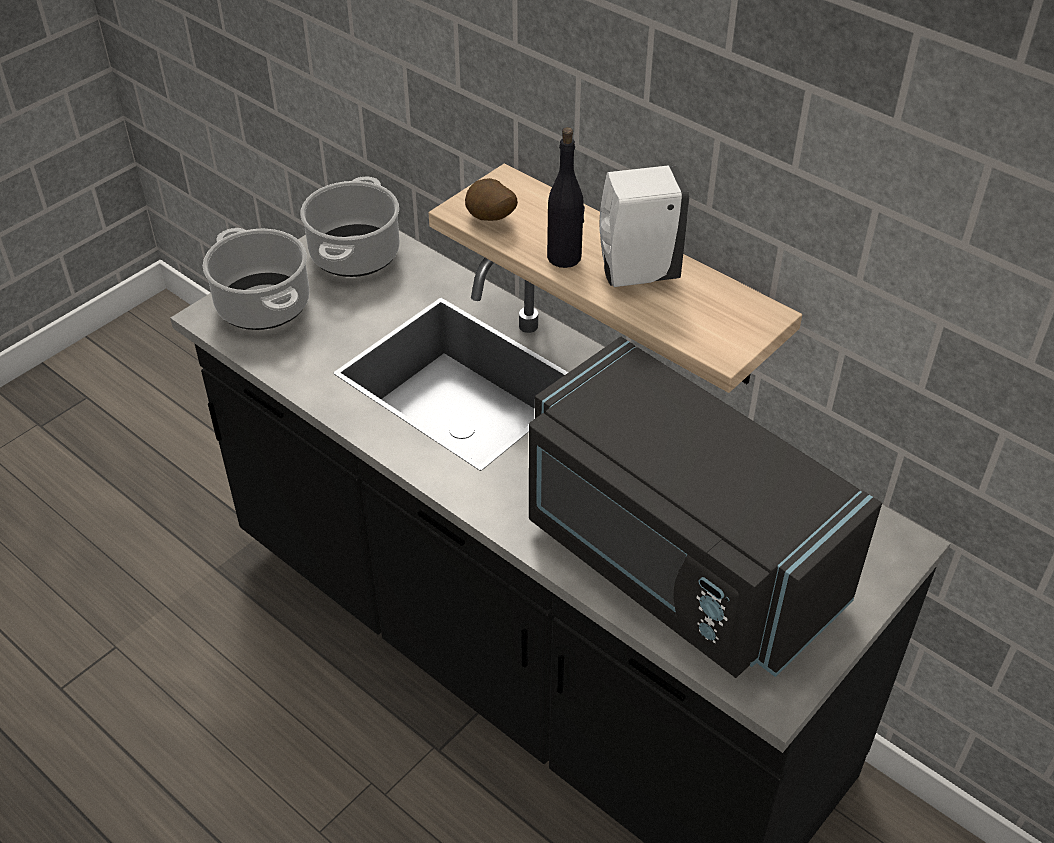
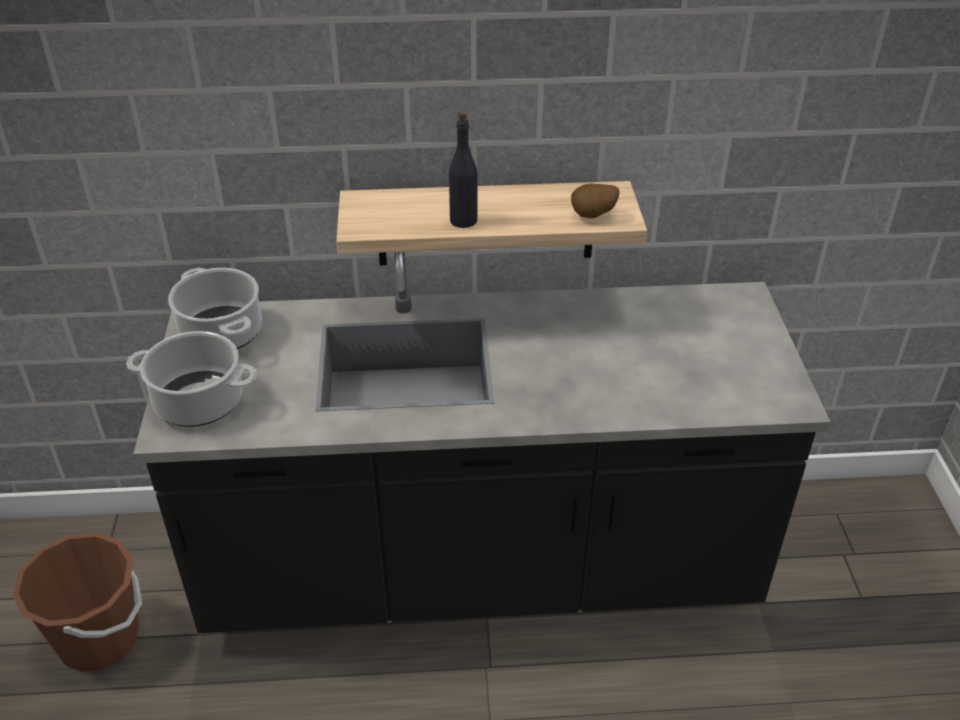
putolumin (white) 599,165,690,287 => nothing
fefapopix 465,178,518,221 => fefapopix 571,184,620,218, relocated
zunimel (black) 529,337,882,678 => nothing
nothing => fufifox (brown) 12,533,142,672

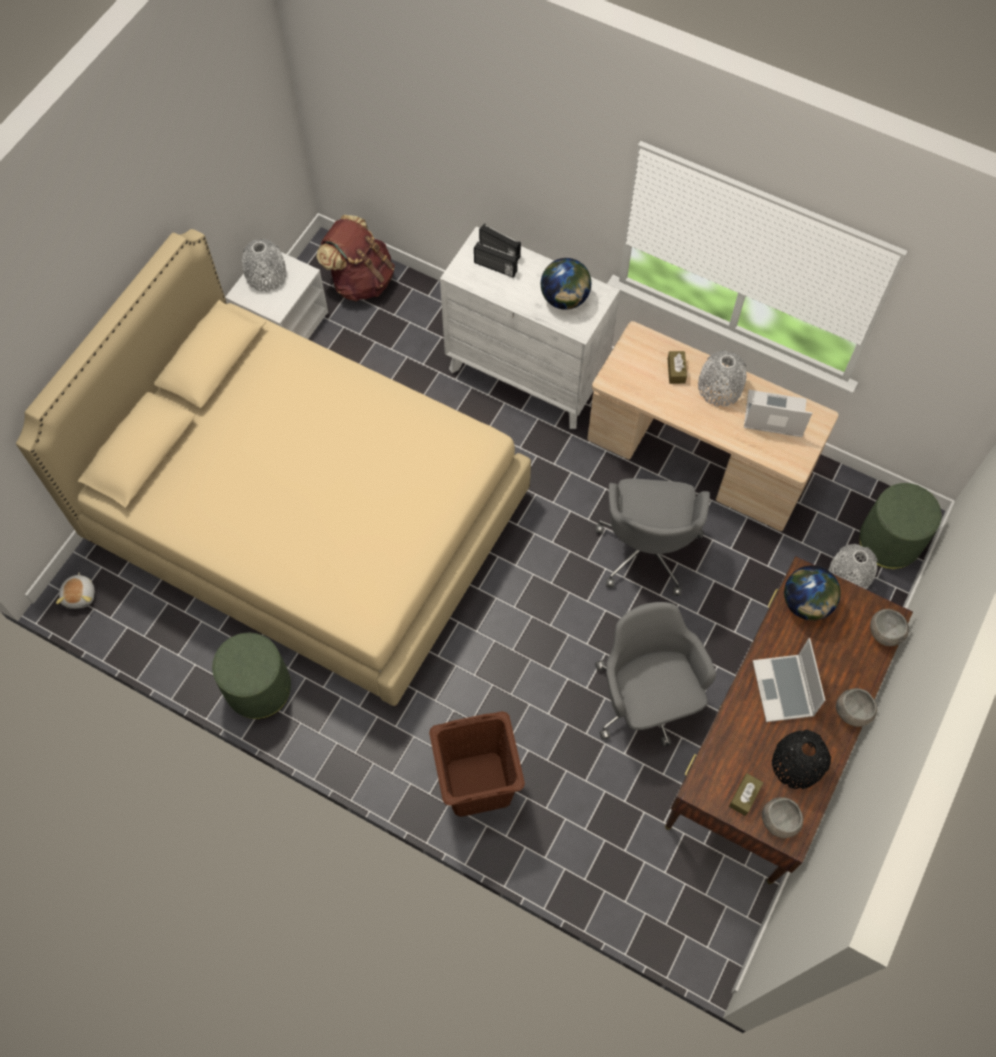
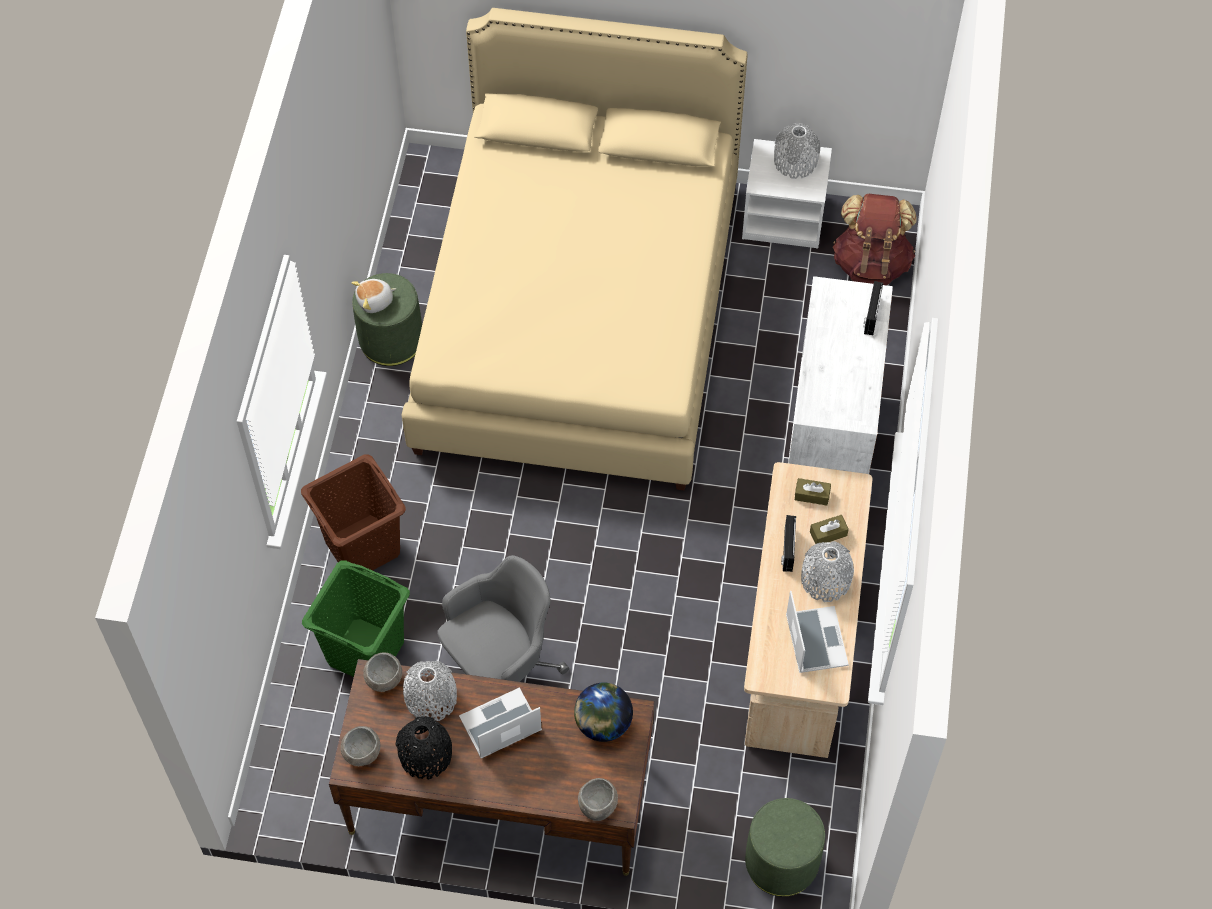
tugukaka 474,242,518,278 => tugukaka 781,515,796,572, relocated
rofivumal 541,258,591,310 => nothing
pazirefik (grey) 596,478,710,596 => nothing
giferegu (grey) 828,544,878,589 => giferegu (grey) 403,661,457,721, relocated
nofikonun 56,572,95,609 => nofikonun 351,279,396,313, relocated
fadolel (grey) 836,688,877,727 => fadolel (grey) 363,652,402,692, relocated
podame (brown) 729,773,763,816 => podame (brown) 795,478,831,505, relocated
nothing => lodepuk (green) 302,560,410,677

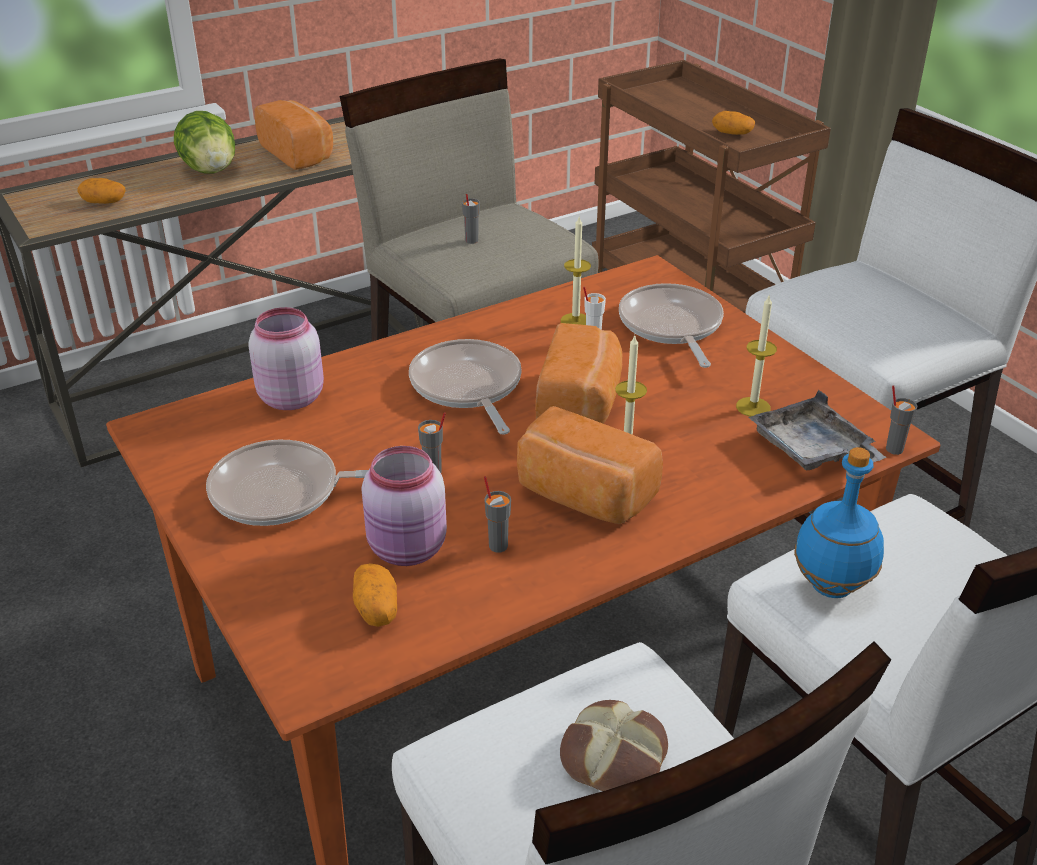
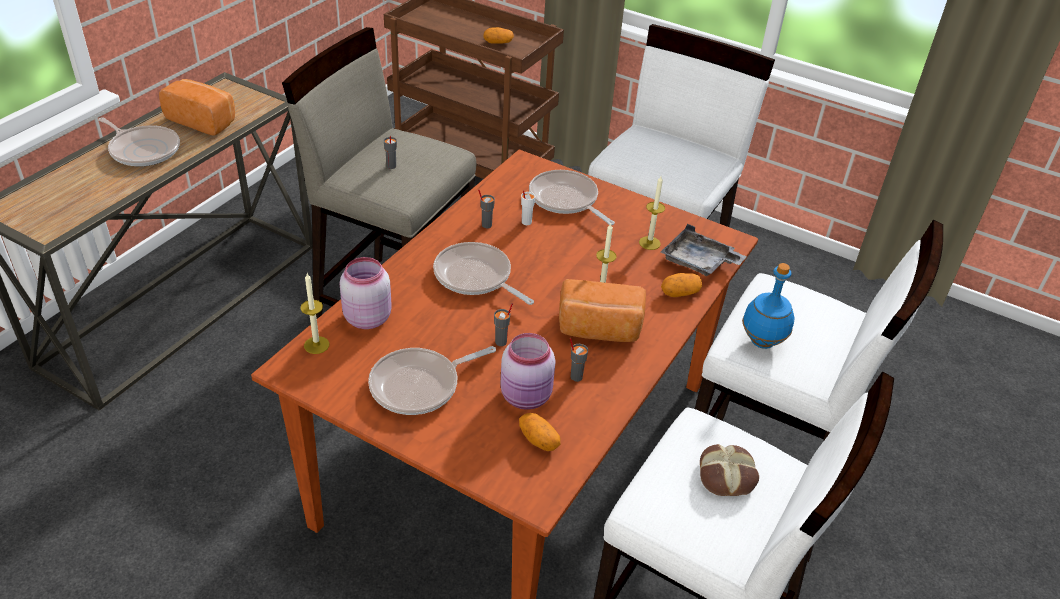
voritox 174,111,235,173 => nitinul 98,117,180,166
fefapopix 77,178,126,204 => fefapopix 661,273,702,297, relocated
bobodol 560,215,591,325 => bobodol 300,273,329,354, relocated
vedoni 535,323,622,424 => nothing
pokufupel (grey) 886,385,917,455 => pokufupel (grey) 478,189,495,229, relocated

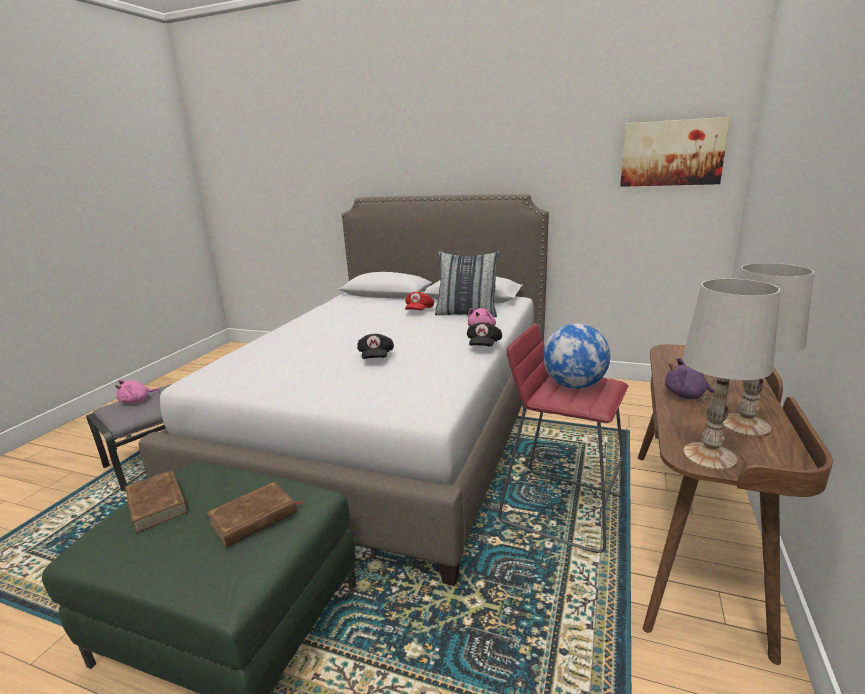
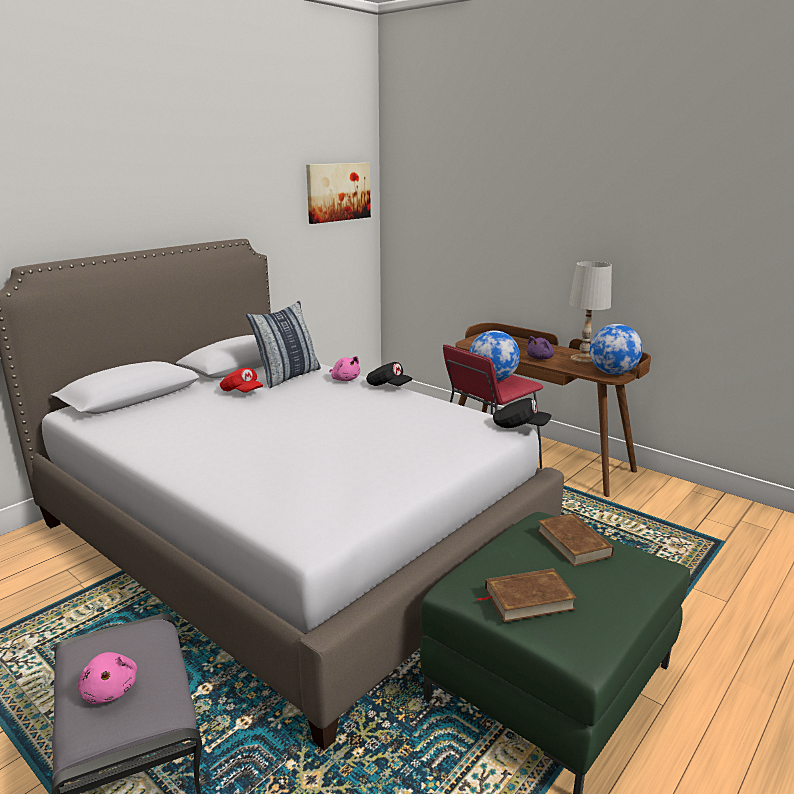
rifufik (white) 682,278,780,471 => rofivumal 590,324,643,375
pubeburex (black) 357,334,394,359 => pubeburex (black) 493,398,552,428, relocated

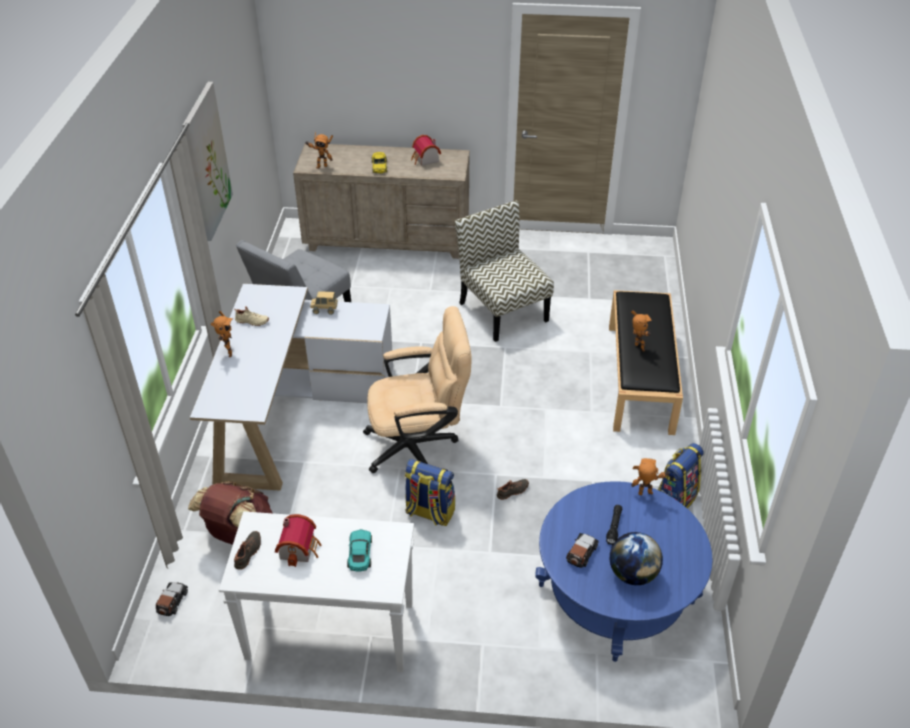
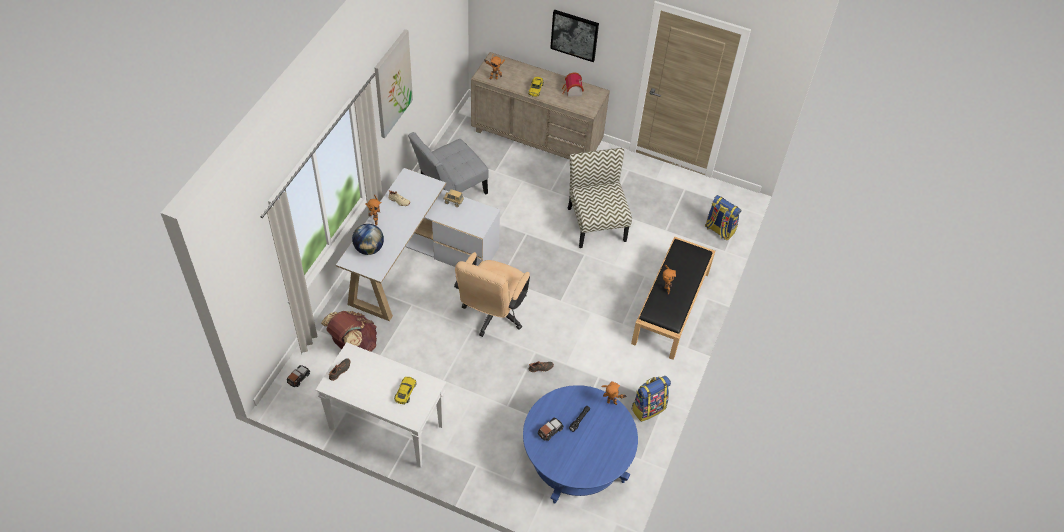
pazirefik (beige) 363,306,472,473 => pazirefik (beige) 454,252,530,337, 105 degrees clockwise
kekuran 405,459,455,526 => kekuran 705,195,741,241, relocated
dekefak 275,514,322,567 => nothing
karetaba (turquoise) 347,529,372,571 => karetaba (yellow) 394,377,417,405
rofivumal 610,532,663,585 => rofivumal 352,224,384,255, relocated
nothing => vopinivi 550,10,599,62

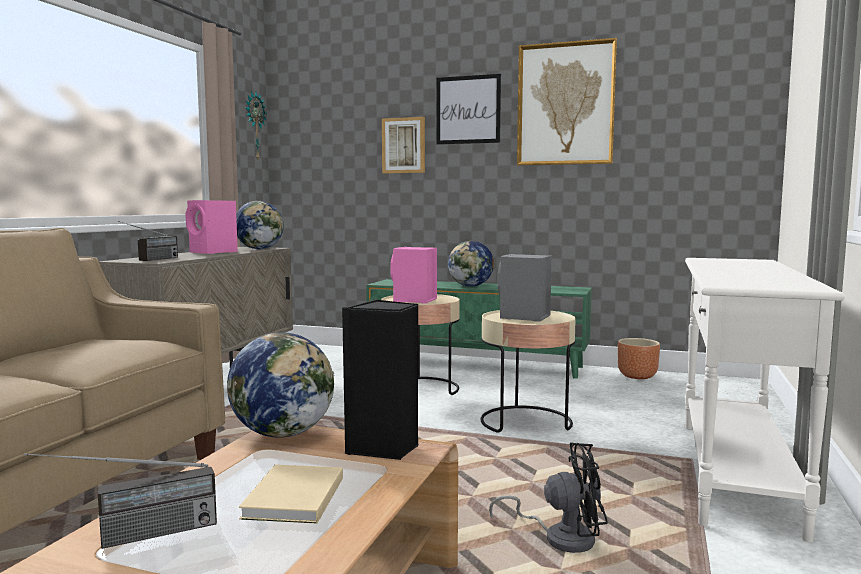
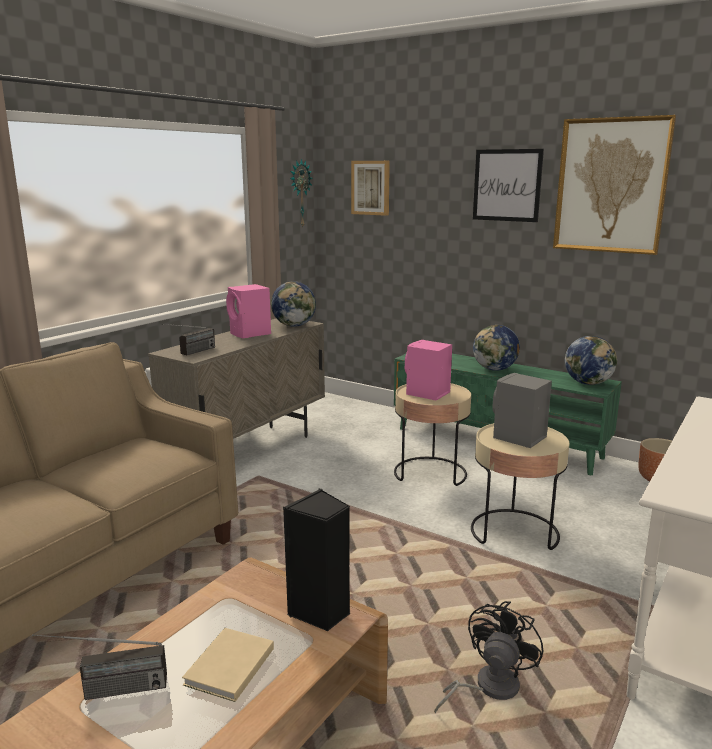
vopinivi 382,117,425,173 => vopinivi 351,161,390,216, relocated
rofivumal 227,332,334,438 => rofivumal 565,336,617,385, relocated
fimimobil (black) 489,442,608,553 => fimimobil (black) 434,601,543,713, 75 degrees counterclockwise

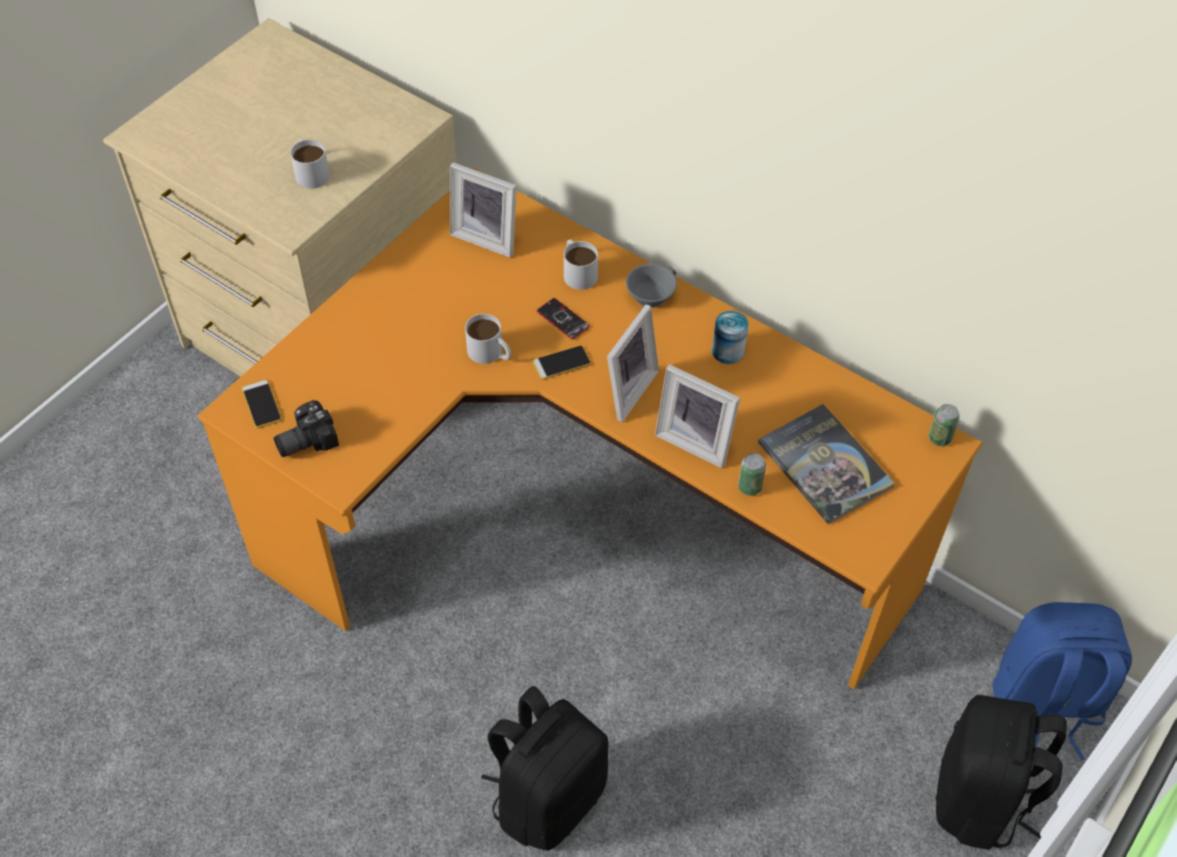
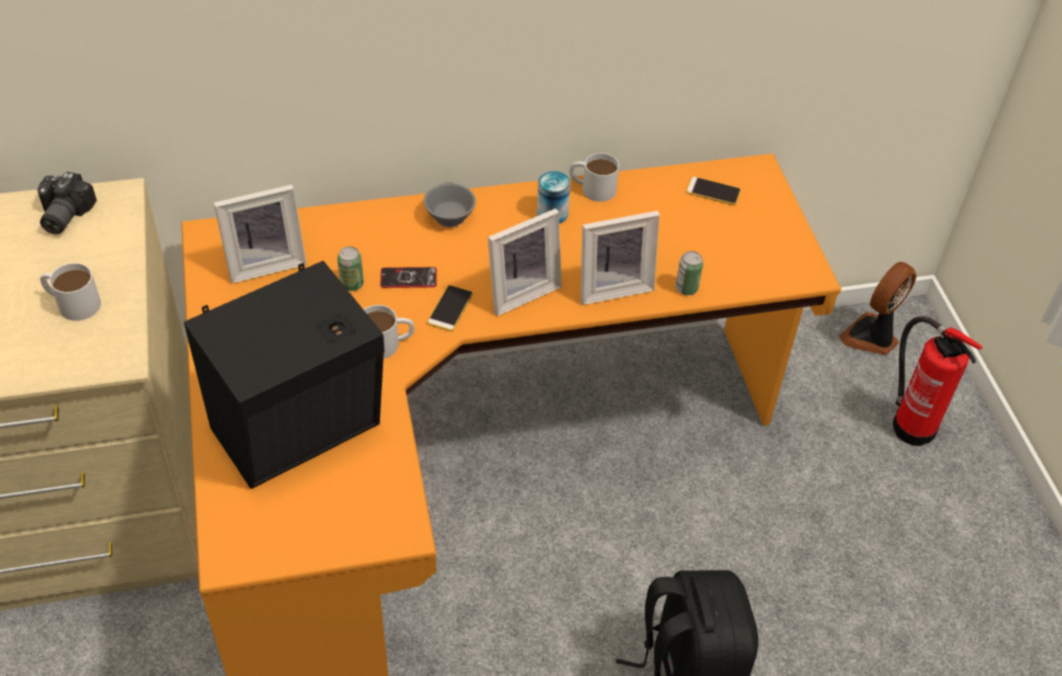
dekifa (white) 564,239,598,290 => dekifa (white) 570,153,619,202, relocated
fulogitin 607,304,659,422 => fulogitin 488,208,562,316, 75 degrees clockwise
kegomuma 242,380,282,428 => kegomuma 686,177,741,205, relocated
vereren 274,400,339,457 => vereren 37,172,97,235, relocated
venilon 758,404,895,524 => nothing
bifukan 929,404,960,446 => bifukan 337,246,364,291, relocated
kekuran (blue) 992,602,1132,760 => fimimobil 839,262,916,355
kekuran (black) 936,695,1067,850 => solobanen 893,316,983,446
nothing => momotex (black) 184,261,385,489

